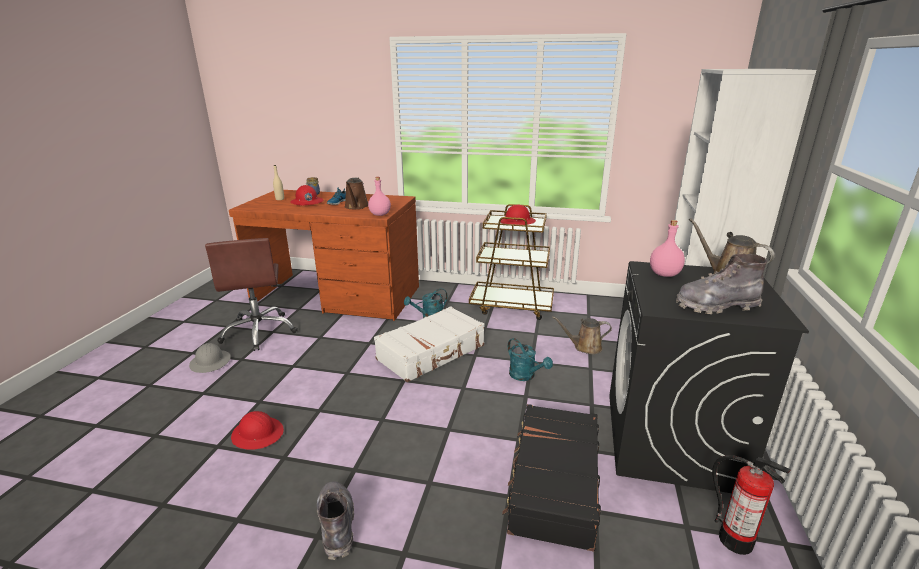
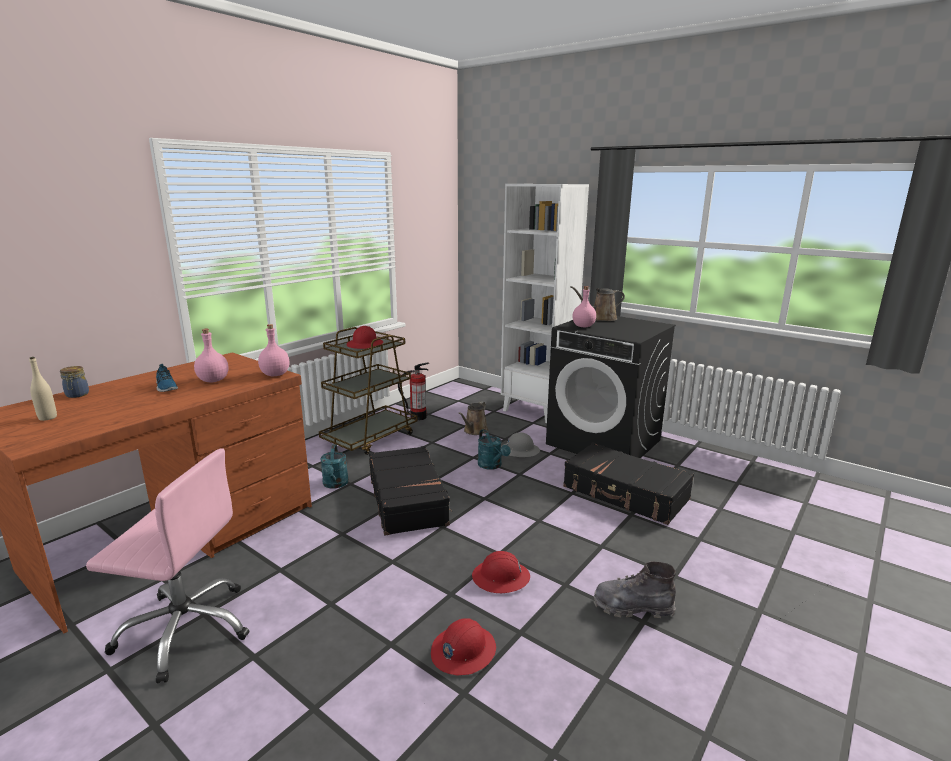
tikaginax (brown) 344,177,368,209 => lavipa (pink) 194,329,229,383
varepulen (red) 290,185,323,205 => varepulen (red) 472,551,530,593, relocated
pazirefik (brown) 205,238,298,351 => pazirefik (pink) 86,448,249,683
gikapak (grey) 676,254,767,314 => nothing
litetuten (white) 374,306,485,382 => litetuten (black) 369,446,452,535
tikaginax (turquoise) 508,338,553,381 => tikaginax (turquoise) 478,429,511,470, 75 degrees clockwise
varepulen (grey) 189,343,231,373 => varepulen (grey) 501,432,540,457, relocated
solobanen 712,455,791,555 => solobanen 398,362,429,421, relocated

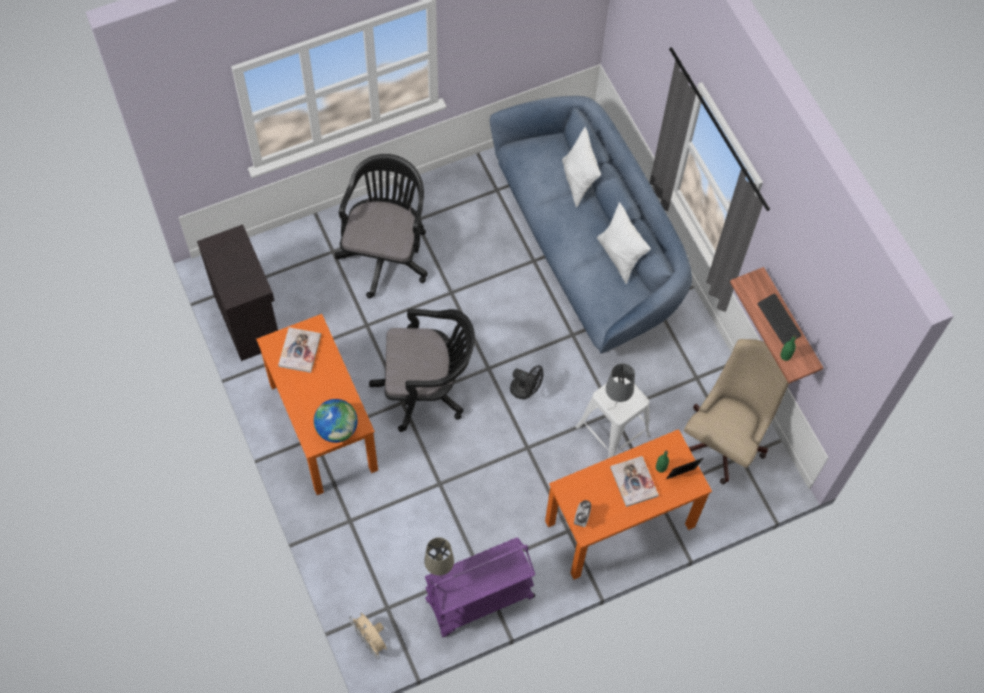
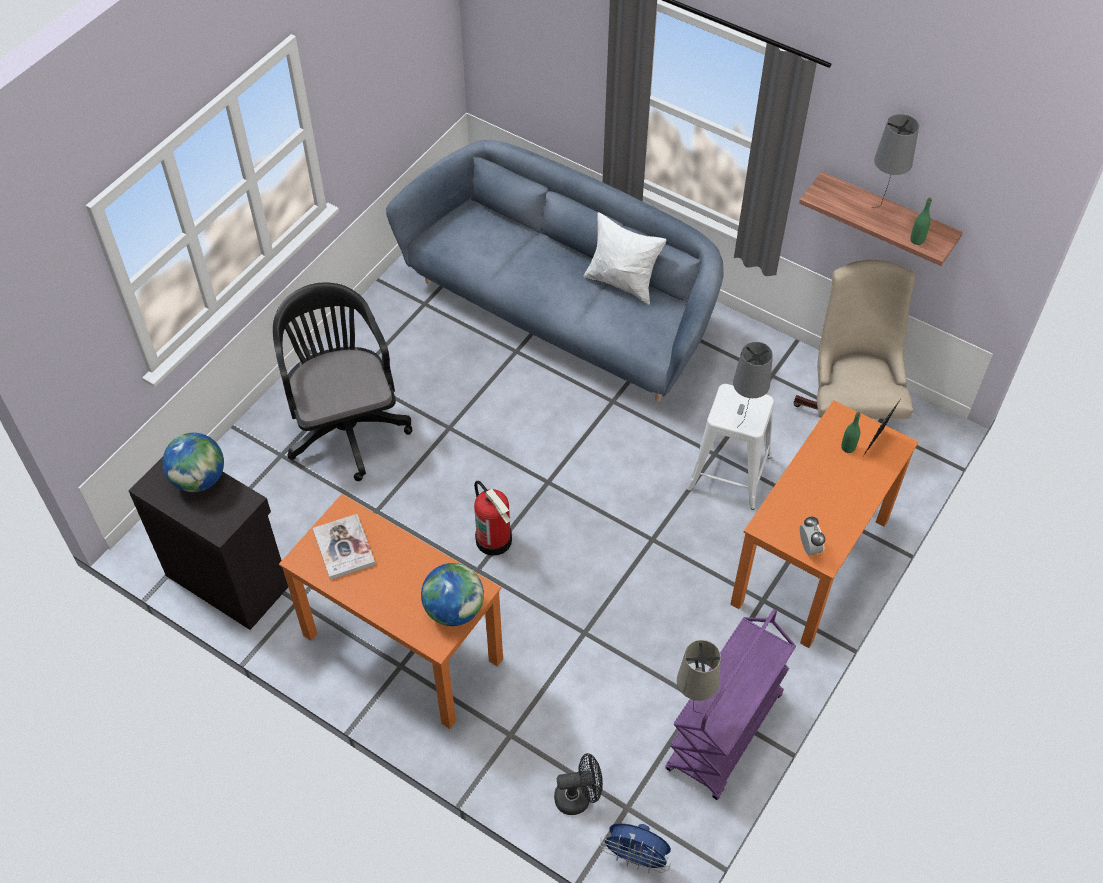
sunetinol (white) 562,126,601,207 => nothing
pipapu 758,294,802,344 => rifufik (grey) 871,114,919,208
pazirefik (black) 369,309,475,432 => solobanen 474,481,512,556
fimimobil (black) 510,365,543,399 => fimimobil (black) 554,753,603,815, relocated
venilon 610,456,659,507 => nothing
fimimobil (beige) 349,613,387,659 => fimimobil (blue) 600,823,671,873
nothing => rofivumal 162,433,224,492

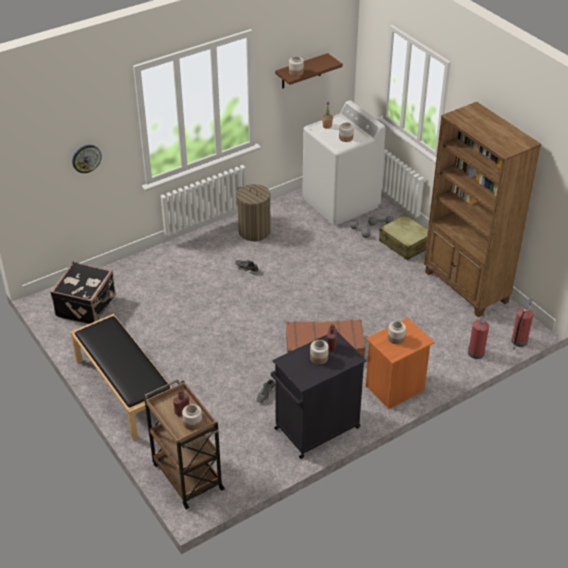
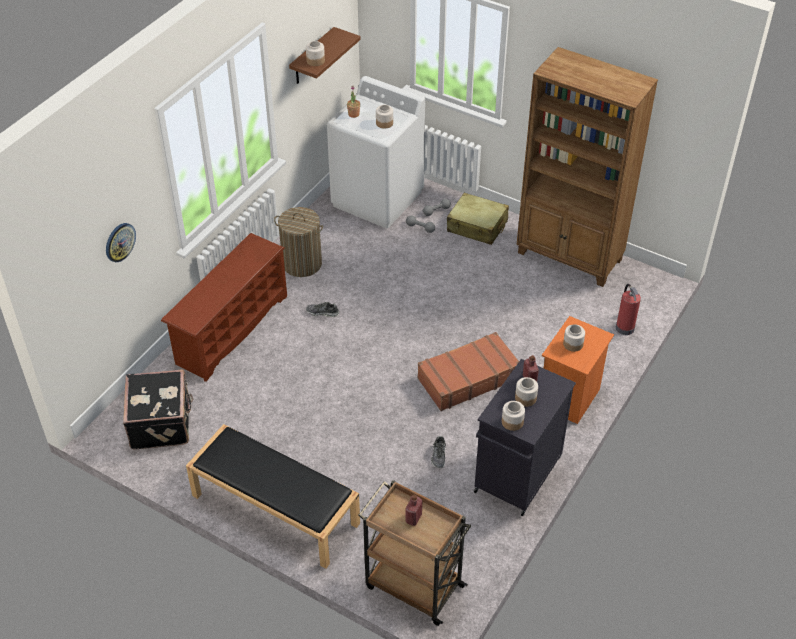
solobanen 511,298,533,349 => nothing
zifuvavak 182,404,202,430 => zifuvavak 502,401,525,431, relocated
nothing => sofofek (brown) 161,233,287,382

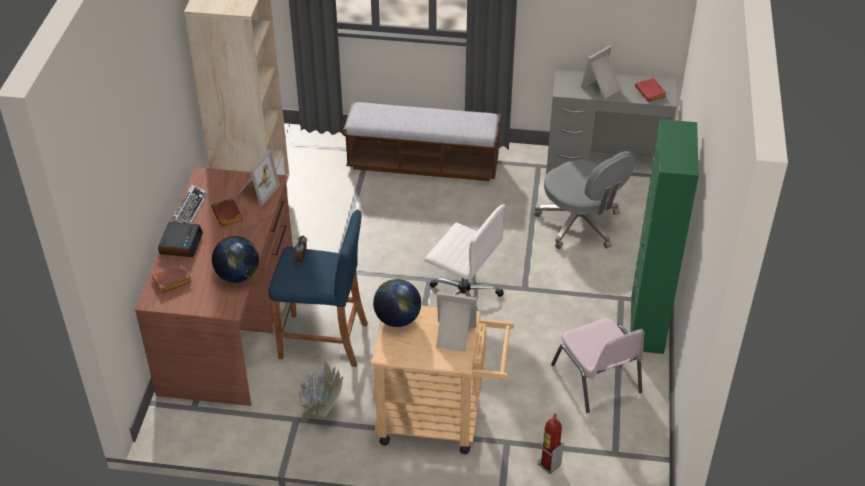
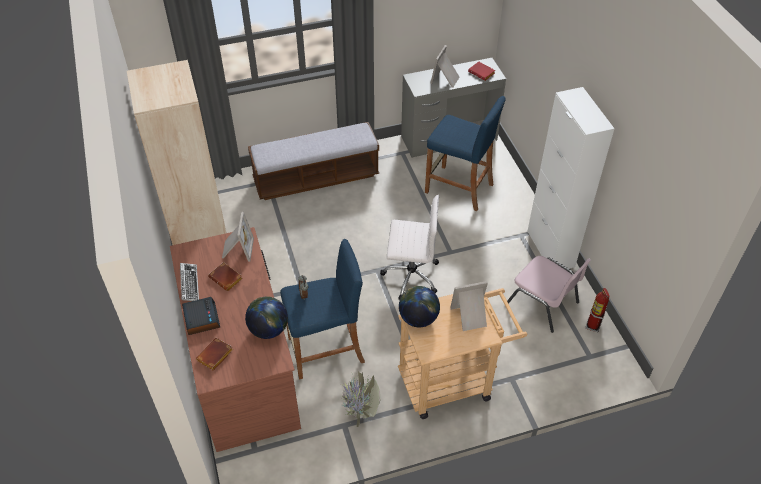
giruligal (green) 630,119,699,354 => giruligal (white) 527,87,615,269
pazirefik (grey) 534,151,635,249 => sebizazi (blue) 425,96,506,211
solobanen 538,413,564,474 => solobanen 586,288,610,332, relocated

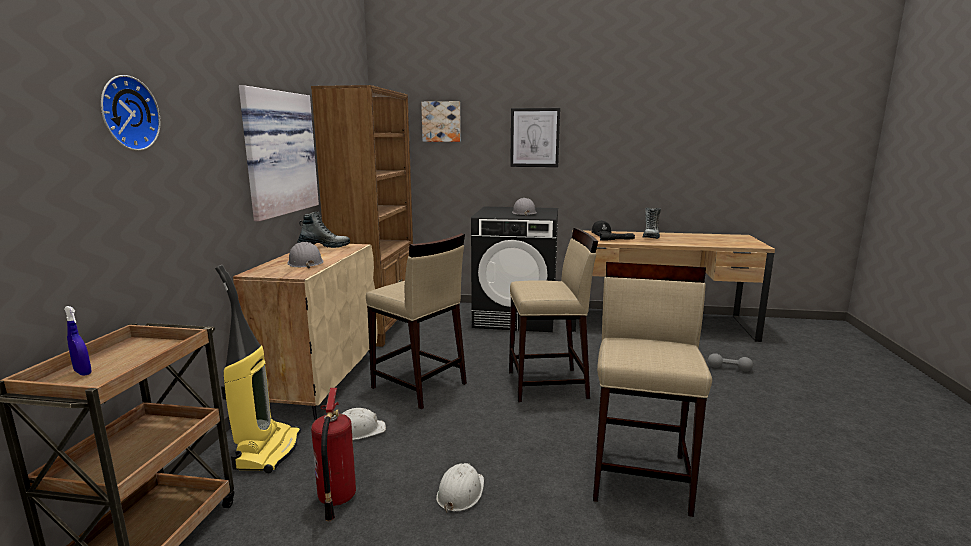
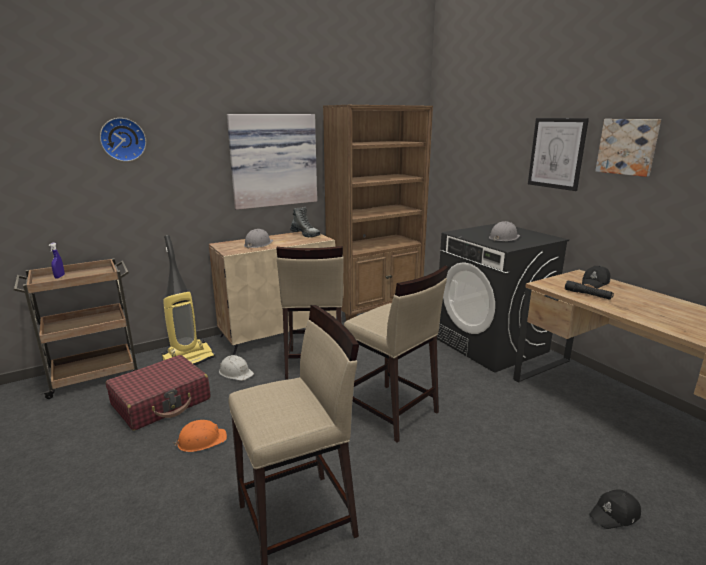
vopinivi 421,101,461,142 => vopinivi 595,119,661,177, relocated
gikapak 643,208,661,239 => nothing
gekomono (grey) 708,353,753,371 => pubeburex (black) 589,489,641,529
solobanen 311,388,356,521 => litetuten (red) 106,355,210,431
varepulen (white) 436,463,484,513 => varepulen (orange) 174,420,227,452

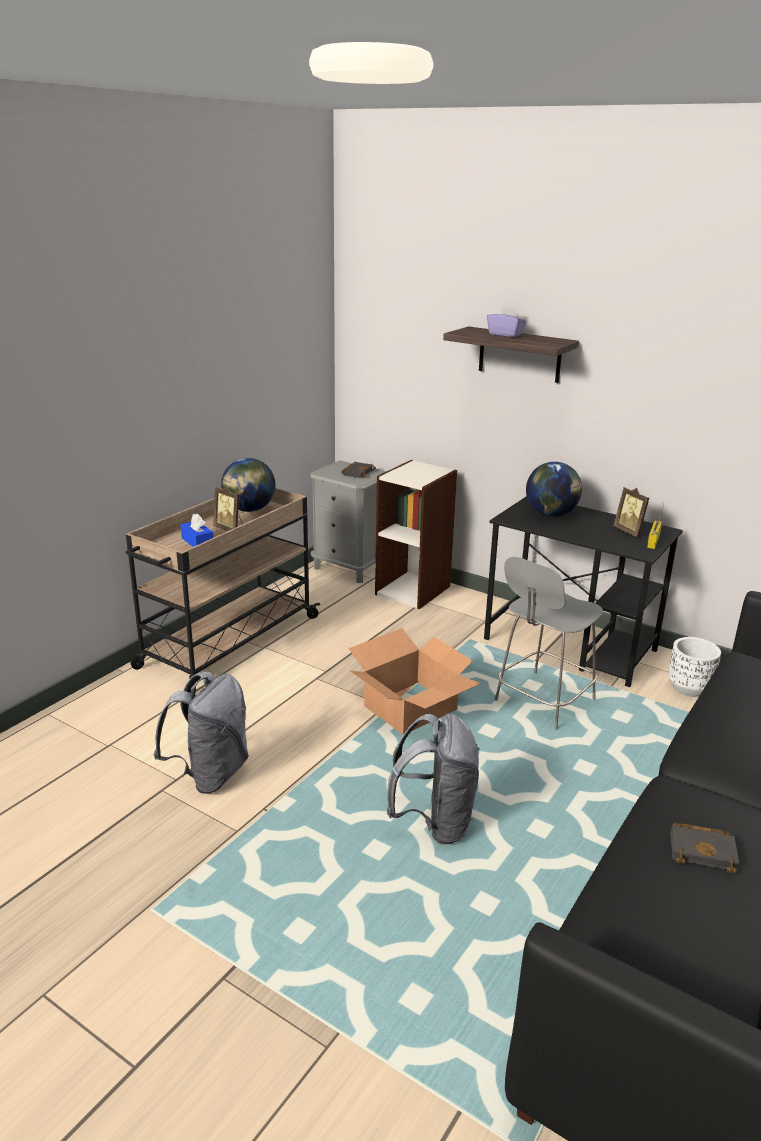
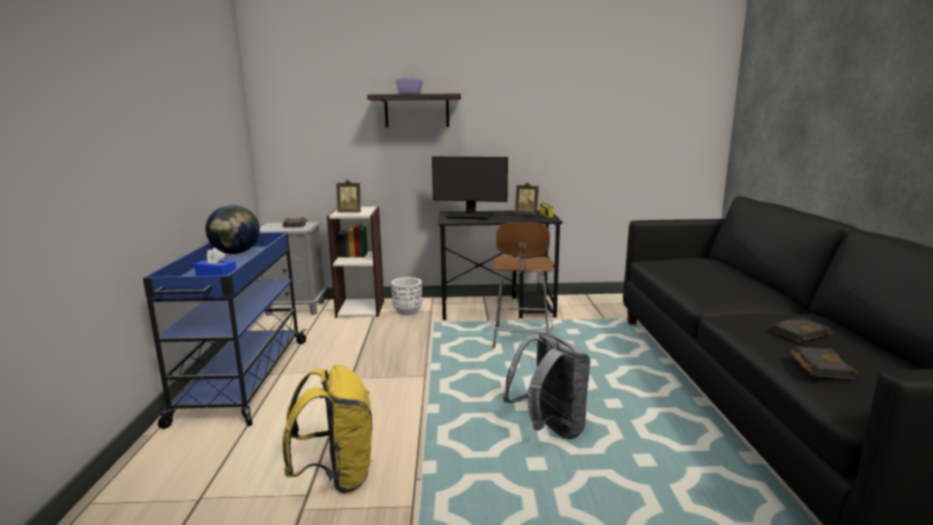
rofivumal 526,462,582,517 => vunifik 432,157,508,219
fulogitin 213,486,243,531 => fulogitin 336,180,361,212, relocated
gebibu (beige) 126,488,320,692 => gebibu (blue) 143,232,307,429
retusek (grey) 495,557,603,730 => retusek (brown) 491,222,554,348
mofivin 348,628,481,735 => nothing
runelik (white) 668,637,721,697 => runelik (white) 391,277,422,315, relocated
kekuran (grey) 154,671,249,794 => kekuran (yellow) 282,365,372,493
nothing => venilon (black) 789,346,859,379

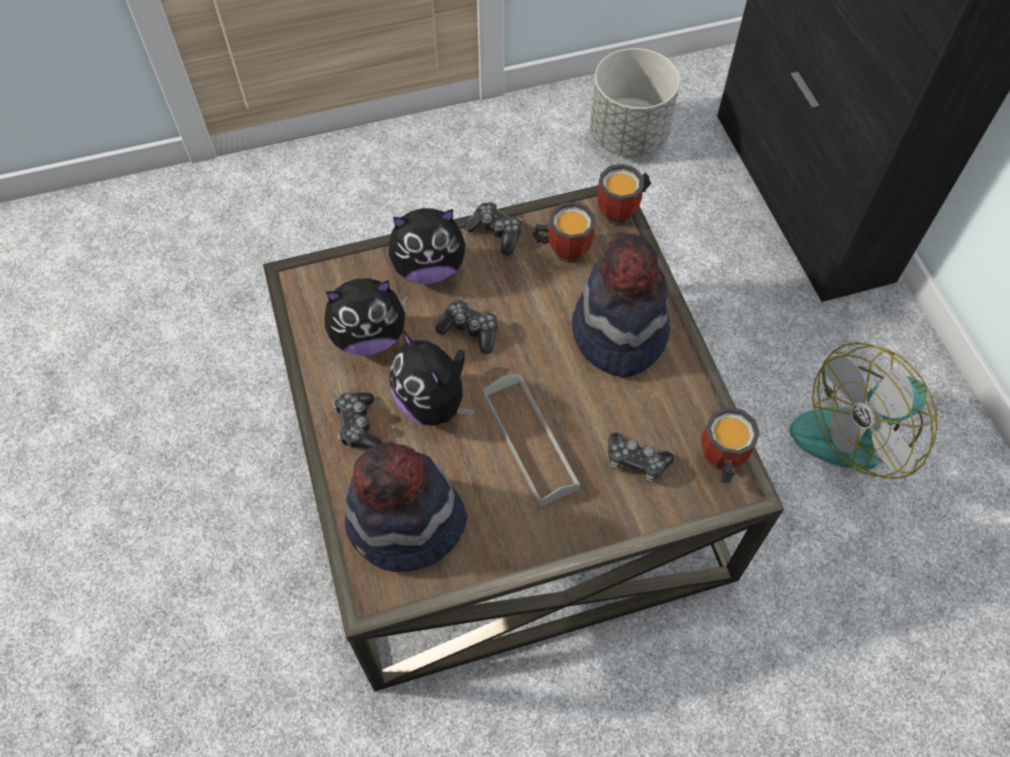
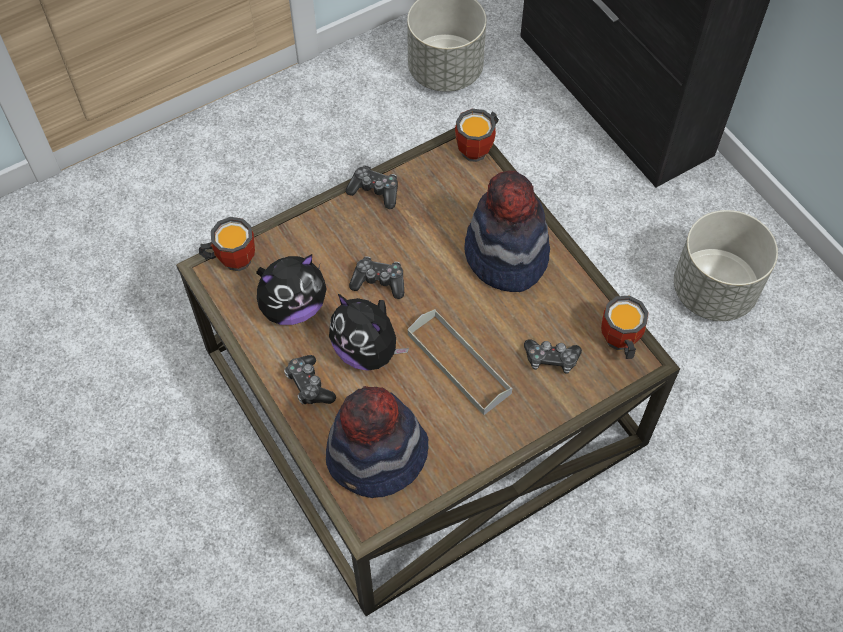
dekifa 532,202,595,263 => dekifa 199,217,255,271, relocated
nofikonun 389,208,468,284 => nothing
fimimobil 790,342,938,479 => runelik (grey) 674,210,778,321

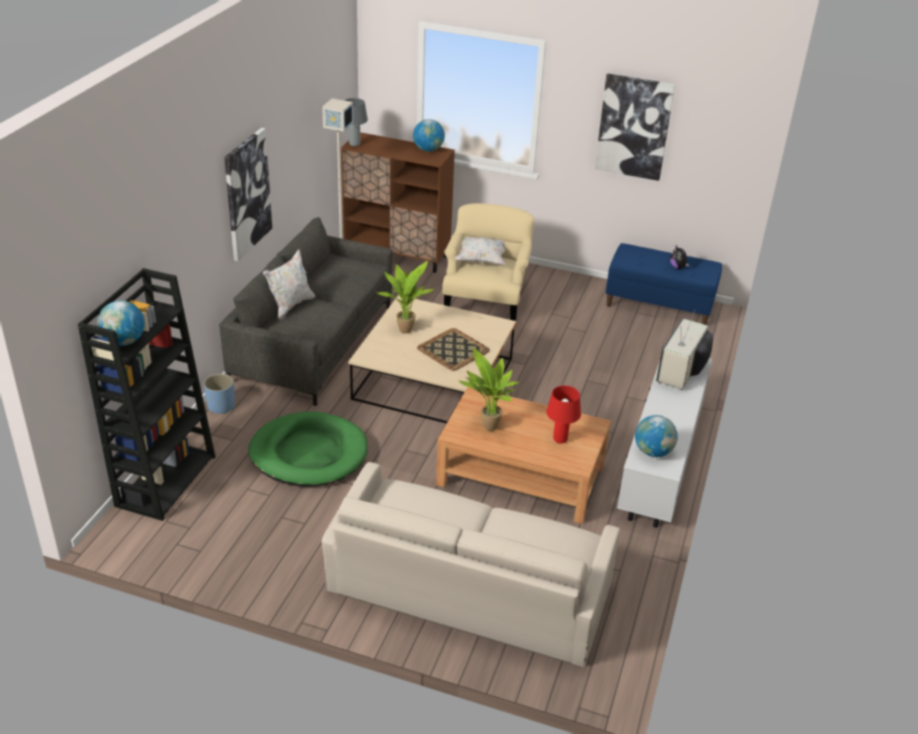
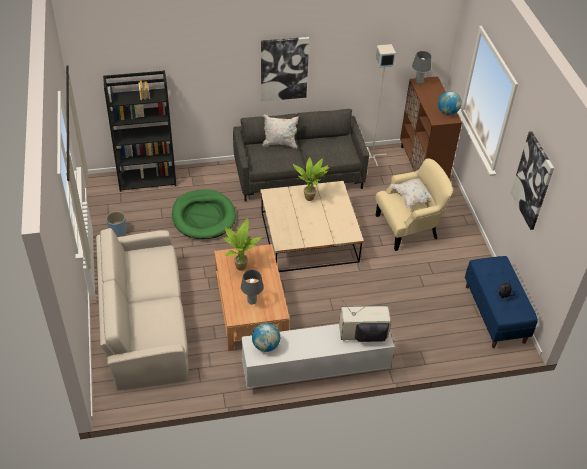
rofivumal 97,300,145,346 => nothing
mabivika 417,328,490,371 => nothing
runelik (blue) 204,374,235,414 => runelik (blue) 106,211,127,237, relocated
rifufik (red) 546,386,581,444 => rifufik (grey) 241,270,264,305

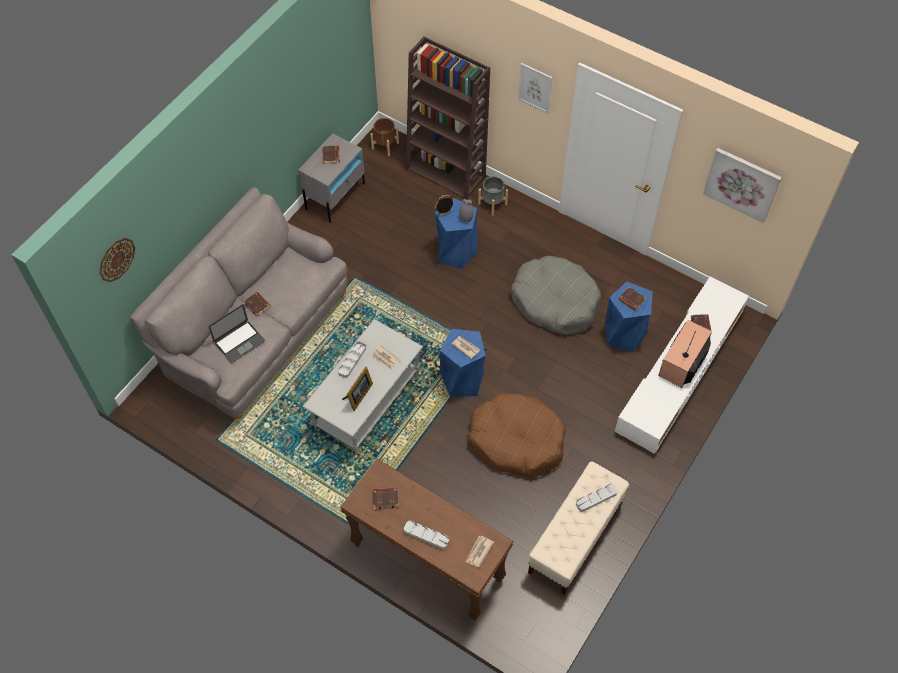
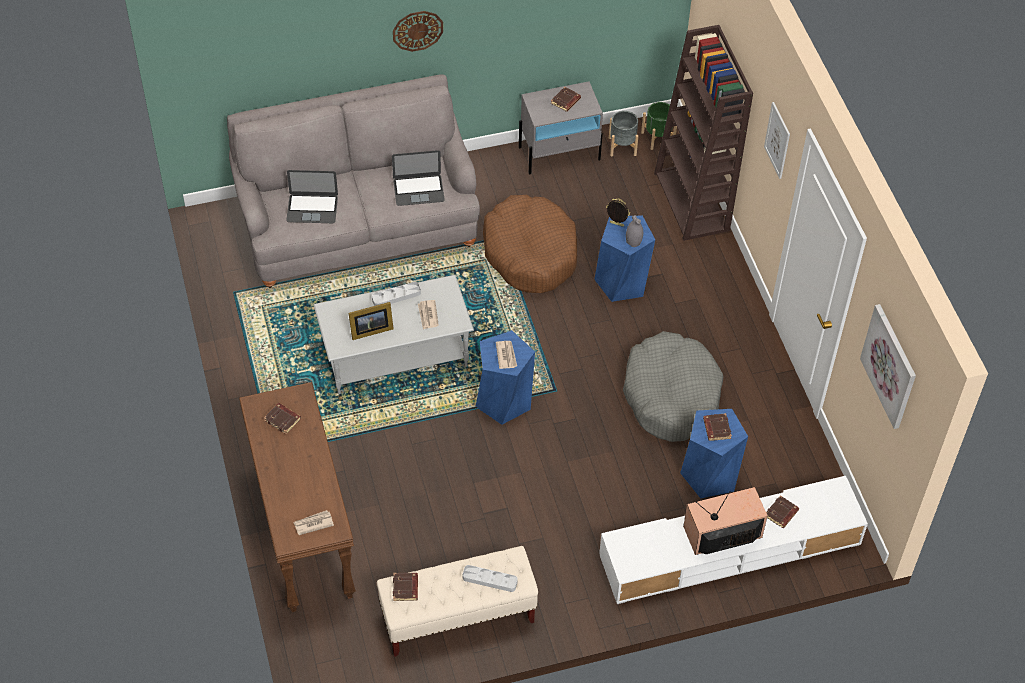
runelik (brown) 371,118,399,156 => runelik (green) 641,102,677,150
runelik (grey) 478,176,508,216 => runelik (grey) 609,111,639,156, relocated
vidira 99,238,135,282 => vidira 393,11,443,52, relocated
venilon (brown) 243,292,271,316 => venilon (brown) 393,573,418,601, relocated
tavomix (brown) 468,393,566,477 => tavomix (brown) 483,195,577,293, relocated
mabivika (grey) 404,520,449,550 => nothing
nothing => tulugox 392,150,445,206

